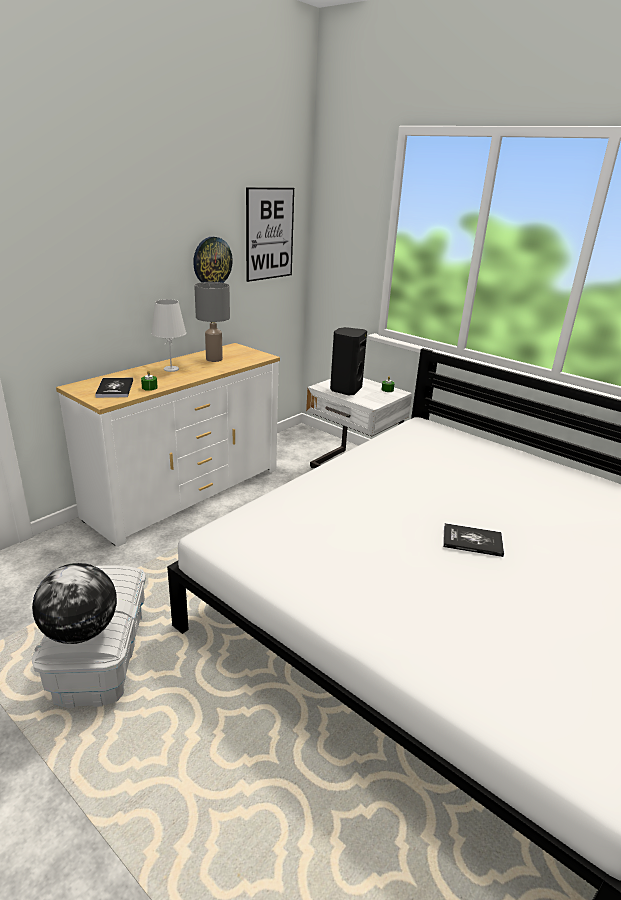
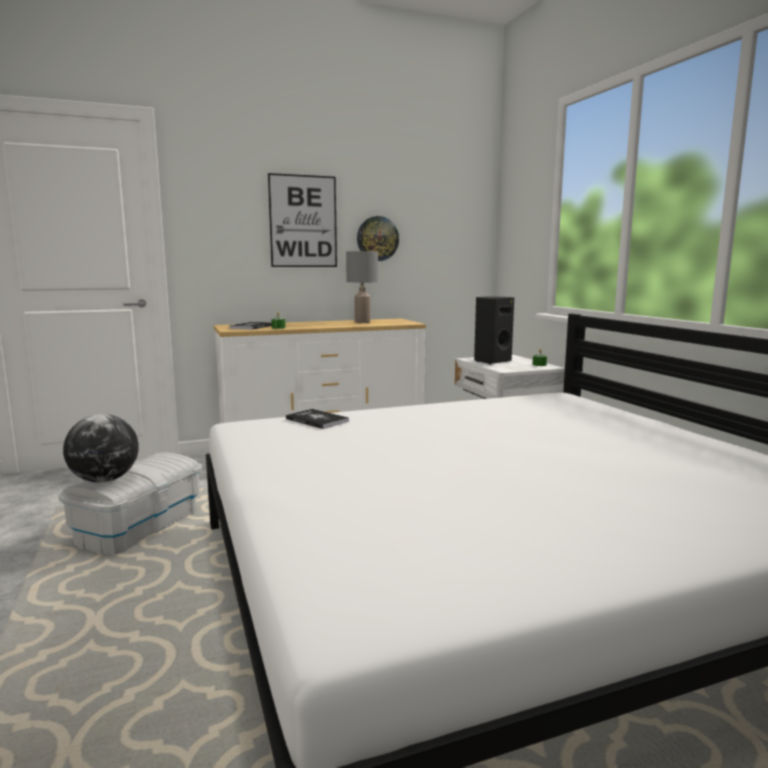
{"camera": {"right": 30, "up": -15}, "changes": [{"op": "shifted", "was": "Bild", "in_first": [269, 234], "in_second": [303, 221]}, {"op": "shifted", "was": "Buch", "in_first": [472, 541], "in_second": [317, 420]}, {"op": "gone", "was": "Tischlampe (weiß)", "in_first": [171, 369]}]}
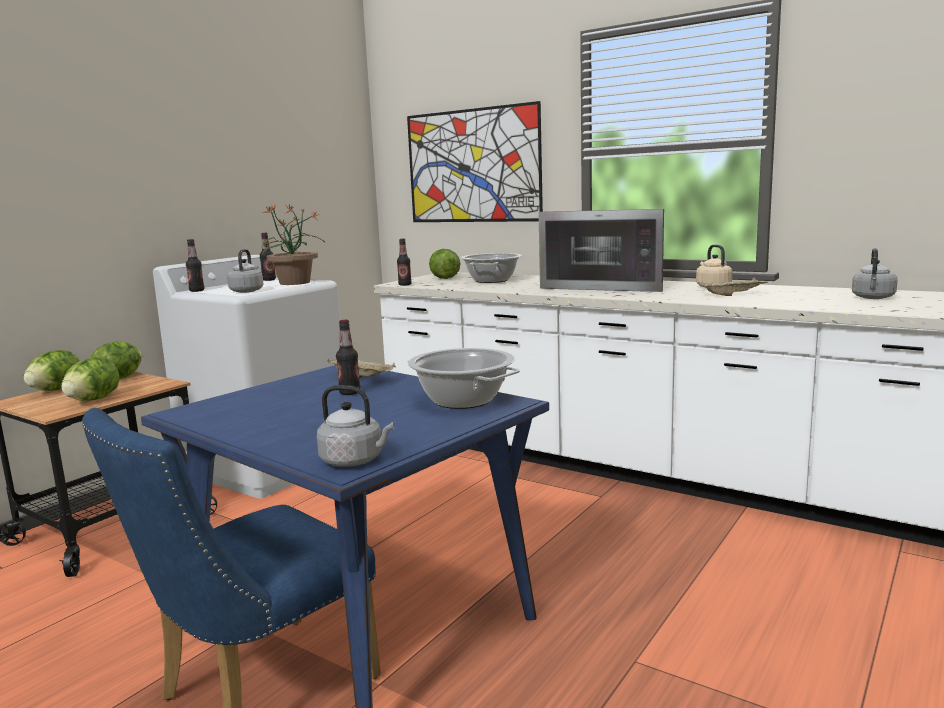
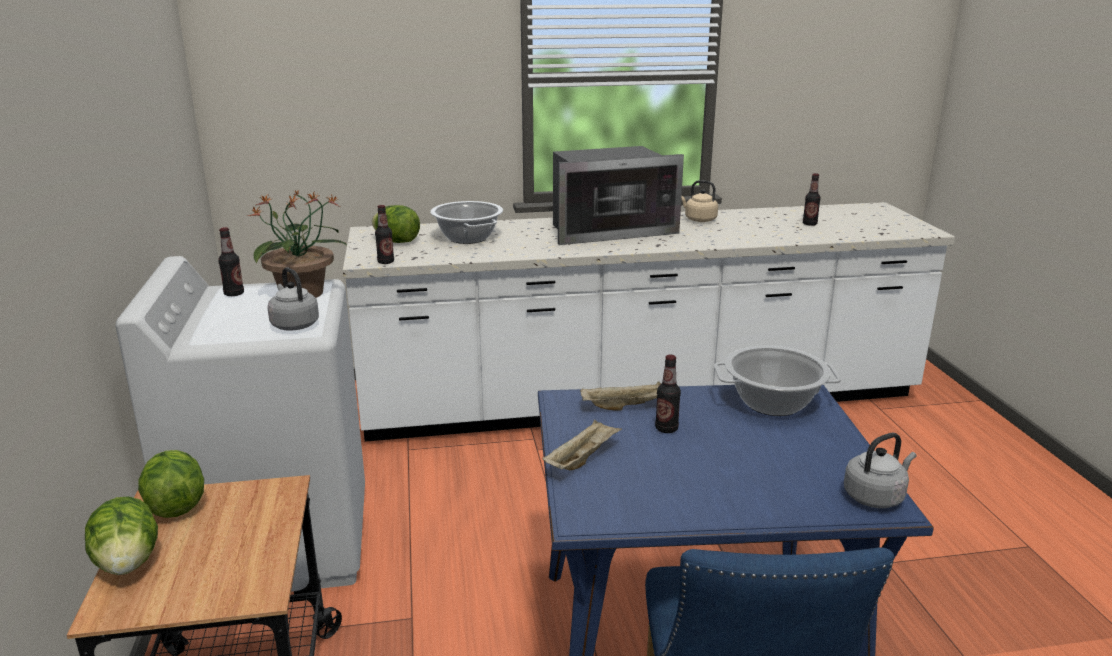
{"camera": {"right": -45, "up": 10}, "changes": [{"op": "shifted", "was": "Tablett (beige)", "in_first": [732, 295], "in_second": [582, 459]}, {"op": "shifted", "was": "Flasche", "in_first": [197, 291], "in_second": [809, 224]}, {"op": "gone", "was": "Salatkopf", "in_first": [93, 400]}, {"op": "gone", "was": "Bild", "in_first": [472, 166]}, {"op": "gone", "was": "Wasserkessel (grau)", "in_first": [873, 298]}]}
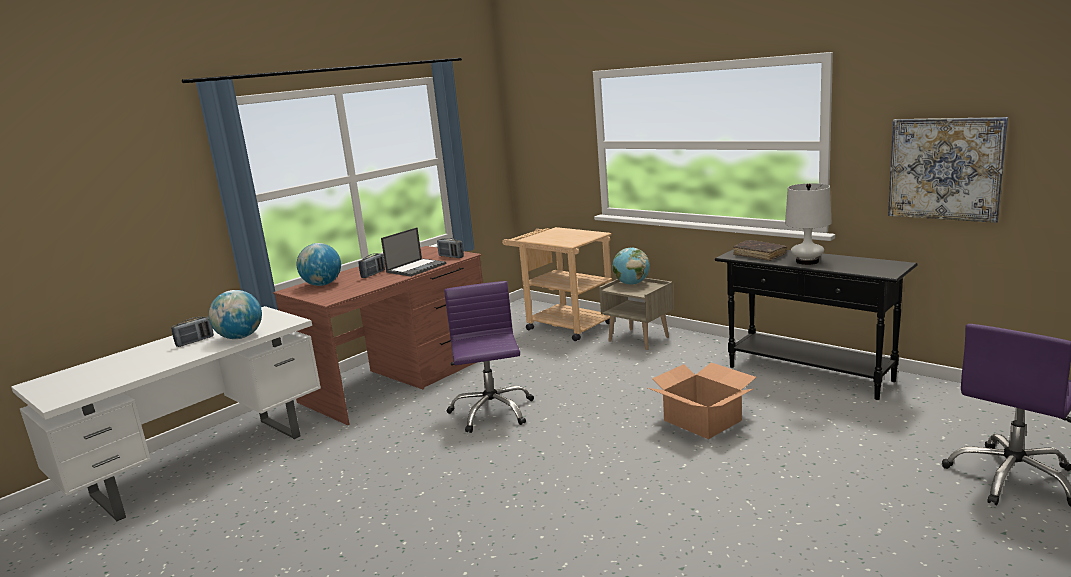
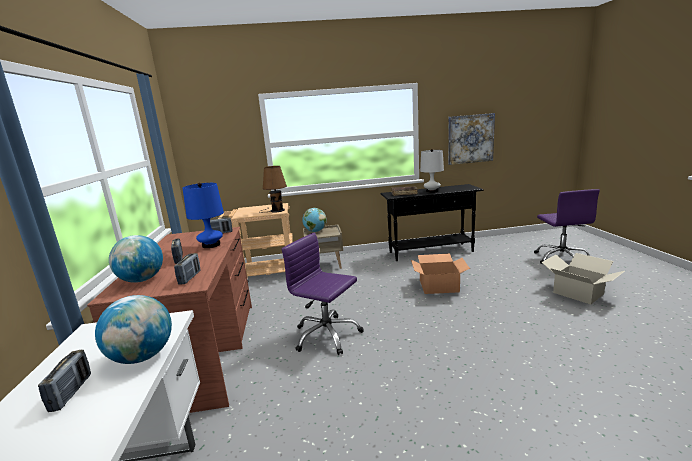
{"camera": {"right": -50, "up": 0}, "changes": [{"op": "new", "now": "Radio", "in_second": [190, 278]}, {"op": "swapped", "was": "Laptop", "now": "Tischlampe (blau)", "in_first": [416, 268], "in_second": [211, 245]}, {"op": "new", "now": "Tischlampe (braun)", "in_second": [276, 210]}, {"op": "new", "now": "Karton", "in_second": [578, 293]}]}
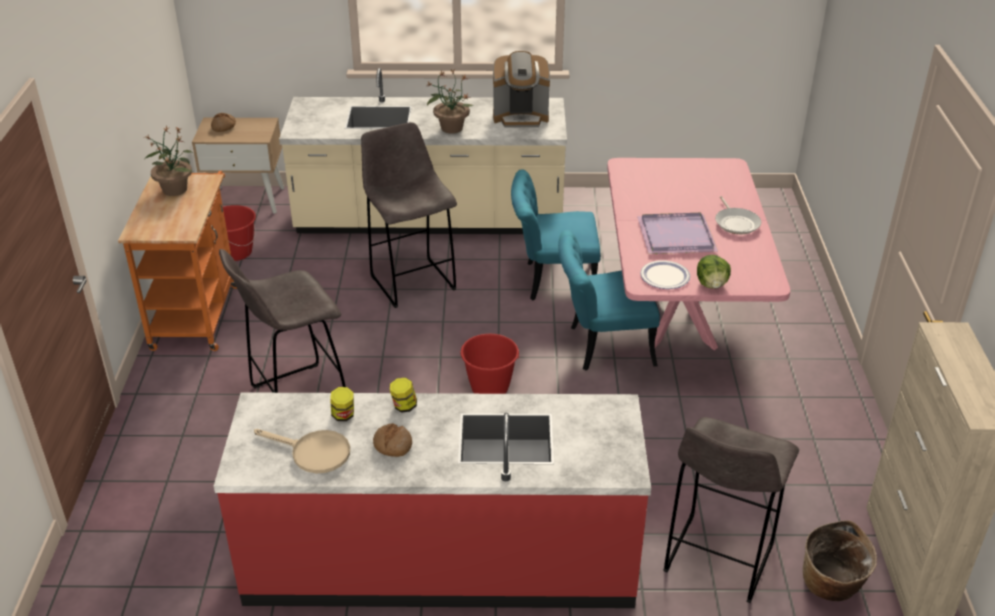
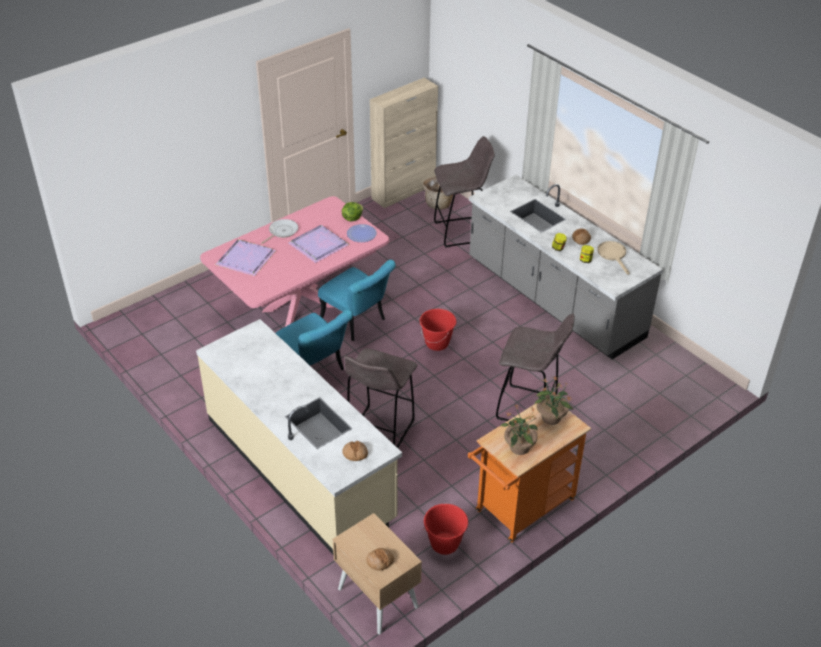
{"camera": {"right": -130, "up": 5}, "changes": [{"op": "new", "now": "Tablett (lila)", "in_second": [244, 259]}, {"op": "new", "now": "Brot", "in_second": [355, 454]}, {"op": "repainted", "was": "Küchenzeile (rot)", "now": "Küchenzeile (grau)", "in_first": [441, 558], "in_second": [553, 299]}, {"op": "shifted", "was": "Topfpflanze", "in_first": [451, 128], "in_second": [551, 418]}, {"op": "gone", "was": "Kaffeemaschine", "in_first": [521, 117]}]}
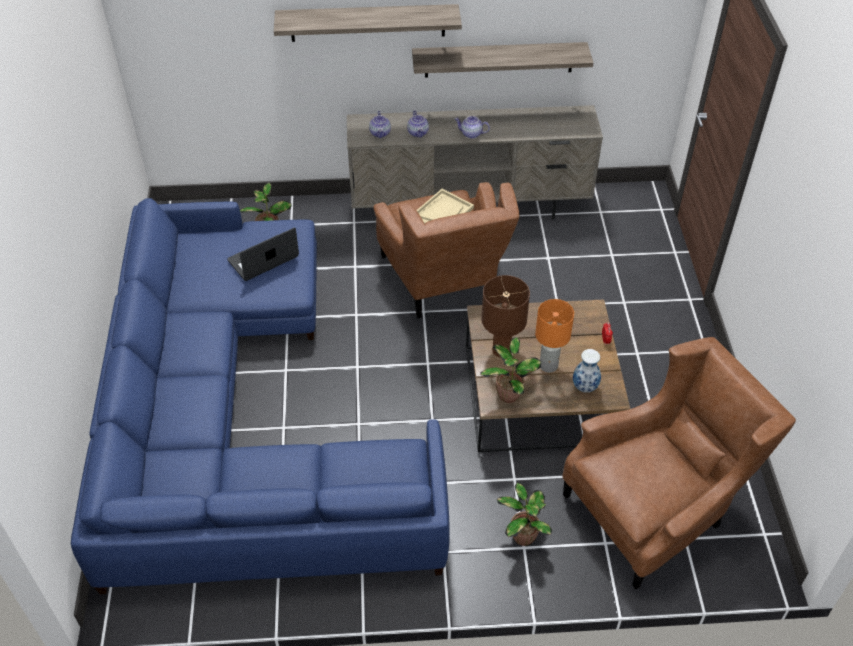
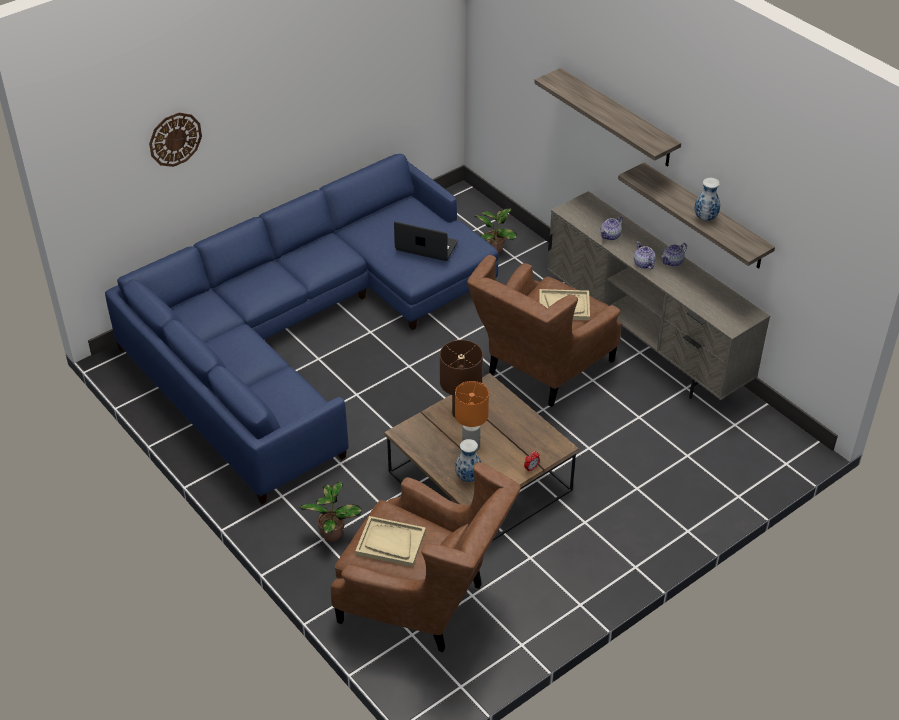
{"camera": {"right": 55, "up": -5}, "changes": [{"op": "new", "now": "Wanduhr", "in_second": [175, 139]}, {"op": "new", "now": "Tablett (beige)", "in_second": [390, 543]}, {"op": "shifted", "was": "Teekanne", "in_first": [380, 133], "in_second": [672, 262]}, {"op": "new", "now": "Vase", "in_second": [705, 218]}, {"op": "gone", "was": "Topfpflanze", "in_first": [508, 393]}]}
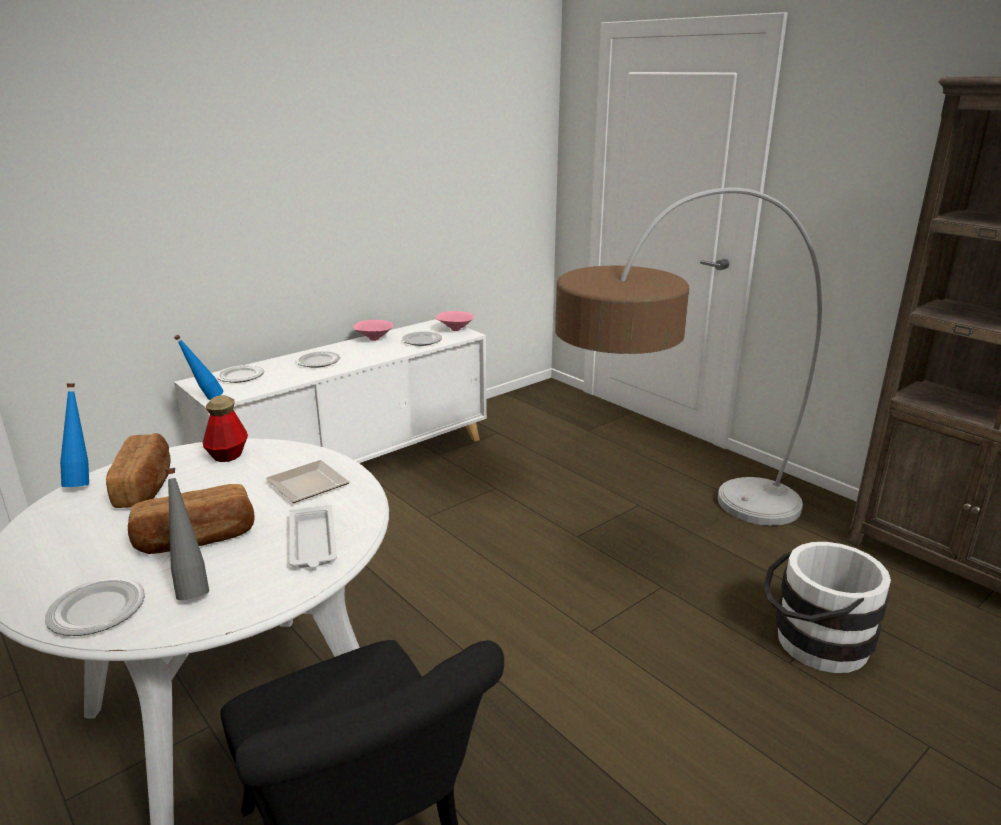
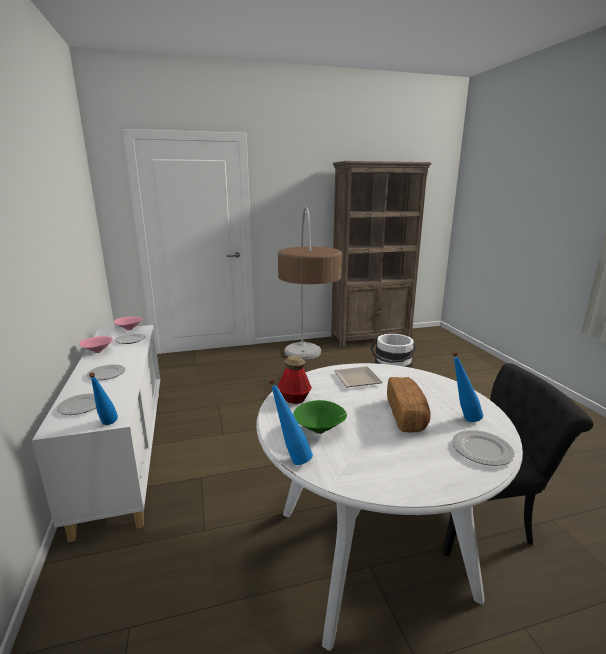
{"camera": {"right": -65, "up": -5}, "changes": [{"op": "swapped", "was": "Brot", "now": "Schüssel (grün)", "in_first": [146, 486], "in_second": [320, 430]}, {"op": "repainted", "was": "Flasche (grau)", "now": "Flasche (blau)", "in_first": [192, 588], "in_second": [462, 419]}, {"op": "gone", "was": "Tablett (weiß)", "in_first": [313, 543]}]}
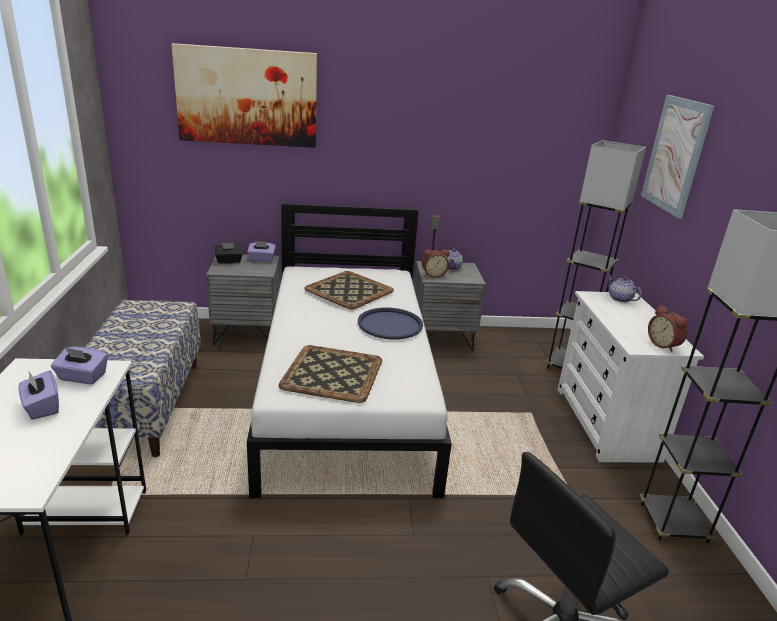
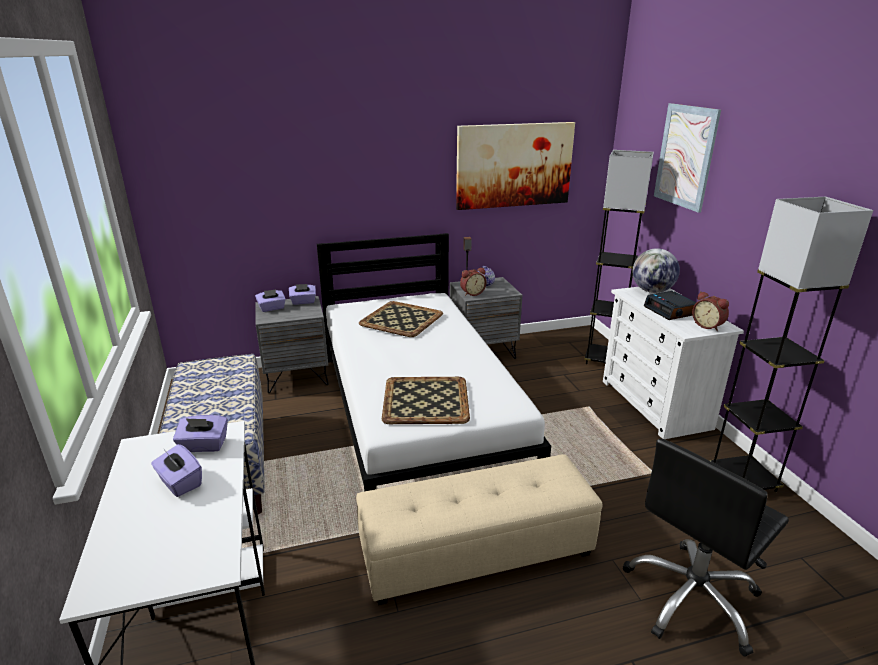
{"camera": {"right": -10, "up": 0}, "changes": [{"op": "repainted", "was": "Taschentuchbox (schwarz)", "now": "Taschentuchbox (lila)", "in_first": [229, 261], "in_second": [272, 308]}, {"op": "new", "now": "Polsterhocker (beige)", "in_second": [476, 550]}, {"op": "shifted", "was": "Bild", "in_first": [247, 97], "in_second": [514, 165]}, {"op": "swapped", "was": "Teekanne", "now": "Globus", "in_first": [620, 299], "in_second": [652, 291]}, {"op": "new", "now": "Wecker", "in_second": [671, 311]}, {"op": "gone", "was": "Tablett (blau)", "in_first": [390, 324]}]}
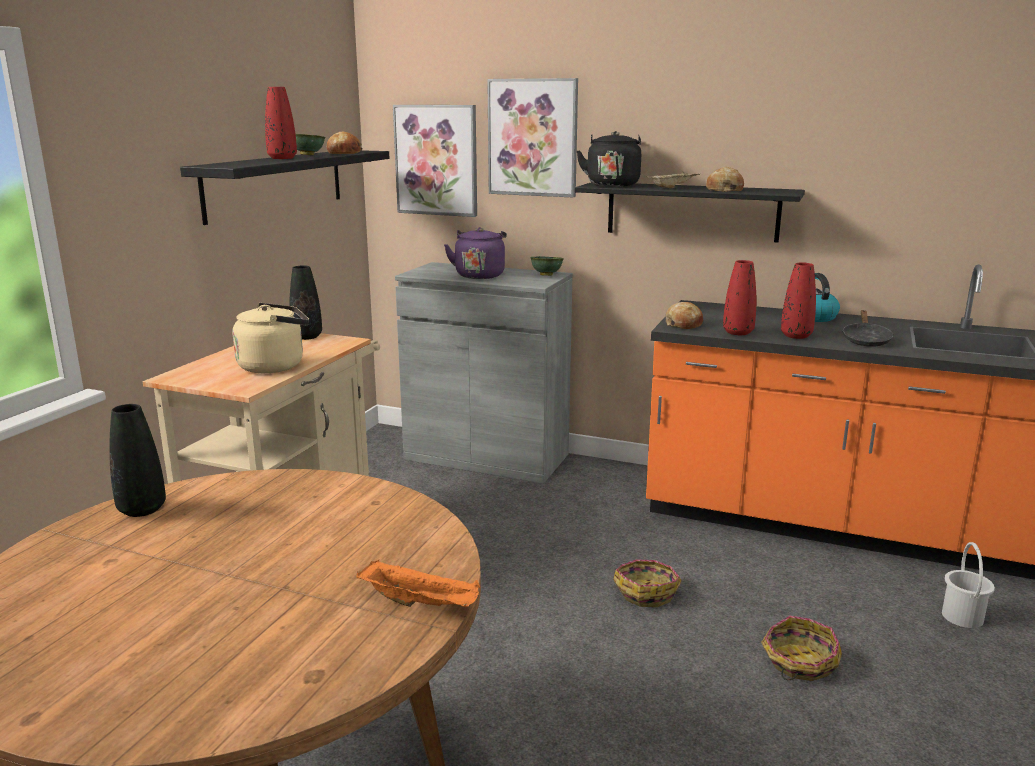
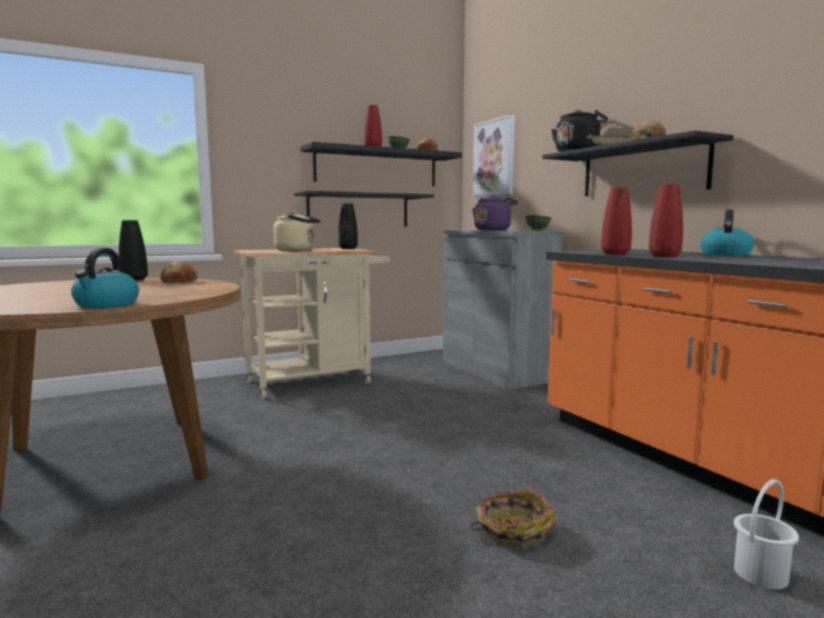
{"camera": {"right": 40, "up": -10}, "changes": [{"op": "swapped", "was": "Tablett (orange)", "now": "Wasserkessel", "in_first": [421, 603], "in_second": [106, 305]}, {"op": "shifted", "was": "Brot", "in_first": [683, 324], "in_second": [179, 281]}, {"op": "new", "now": "Wandregal (schwarz)", "in_second": [358, 210]}, {"op": "gone", "was": "Bild", "in_first": [533, 138]}, {"op": "gone", "was": "Korb", "in_first": [646, 592]}, {"op": "gone", "was": "Pfanne (schwarz)", "in_first": [865, 340]}]}
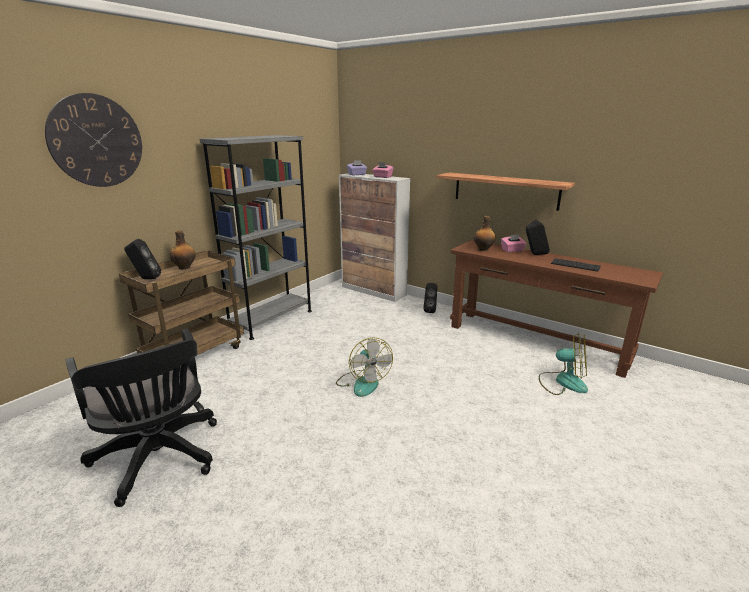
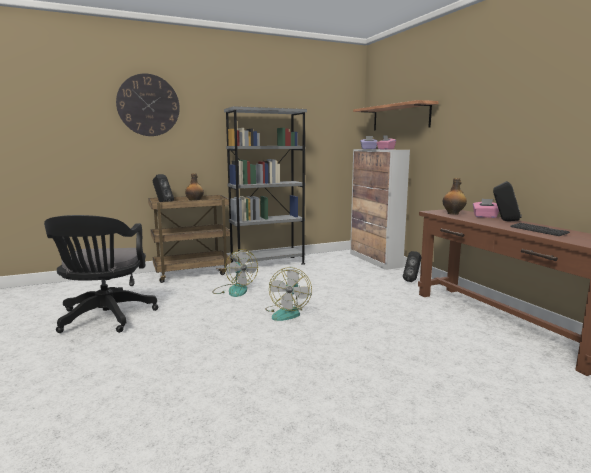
{"camera": {"right": 30, "up": -10}, "changes": [{"op": "shifted", "was": "Ventilator", "in_first": [563, 382], "in_second": [234, 290]}, {"op": "shifted", "was": "Wandregal", "in_first": [505, 190], "in_second": [400, 117]}]}
